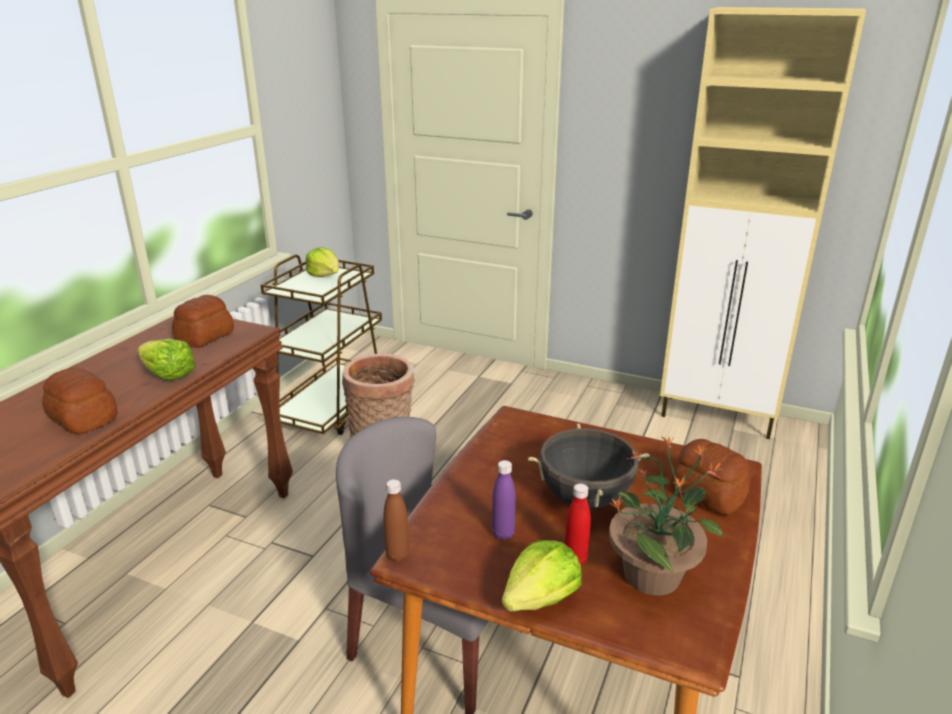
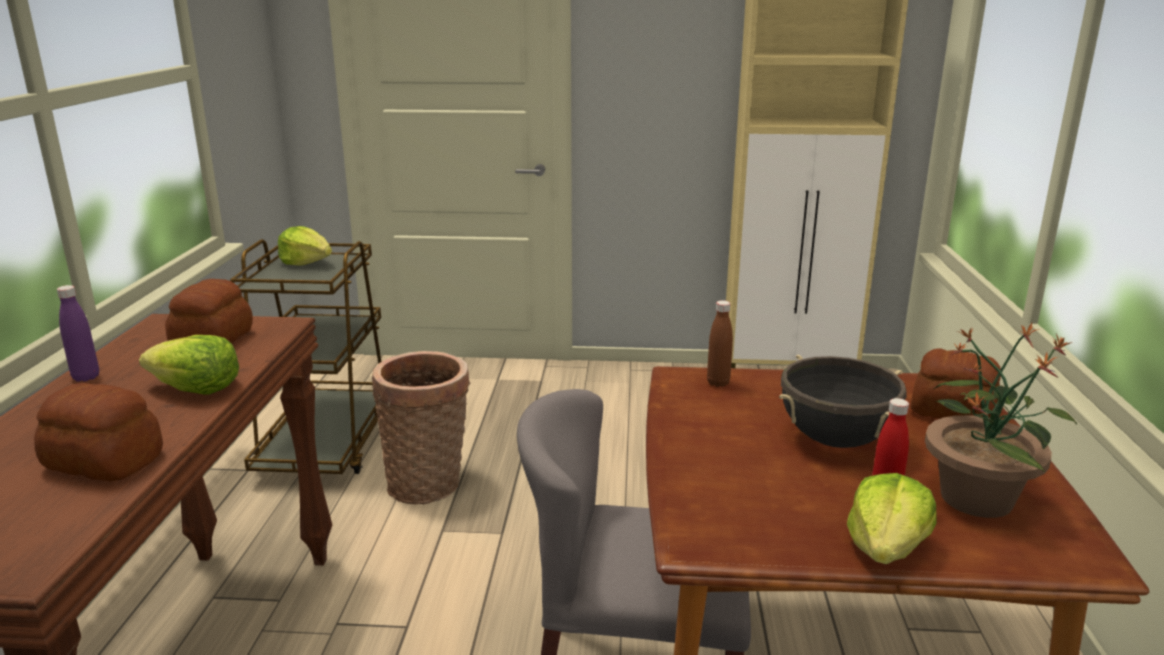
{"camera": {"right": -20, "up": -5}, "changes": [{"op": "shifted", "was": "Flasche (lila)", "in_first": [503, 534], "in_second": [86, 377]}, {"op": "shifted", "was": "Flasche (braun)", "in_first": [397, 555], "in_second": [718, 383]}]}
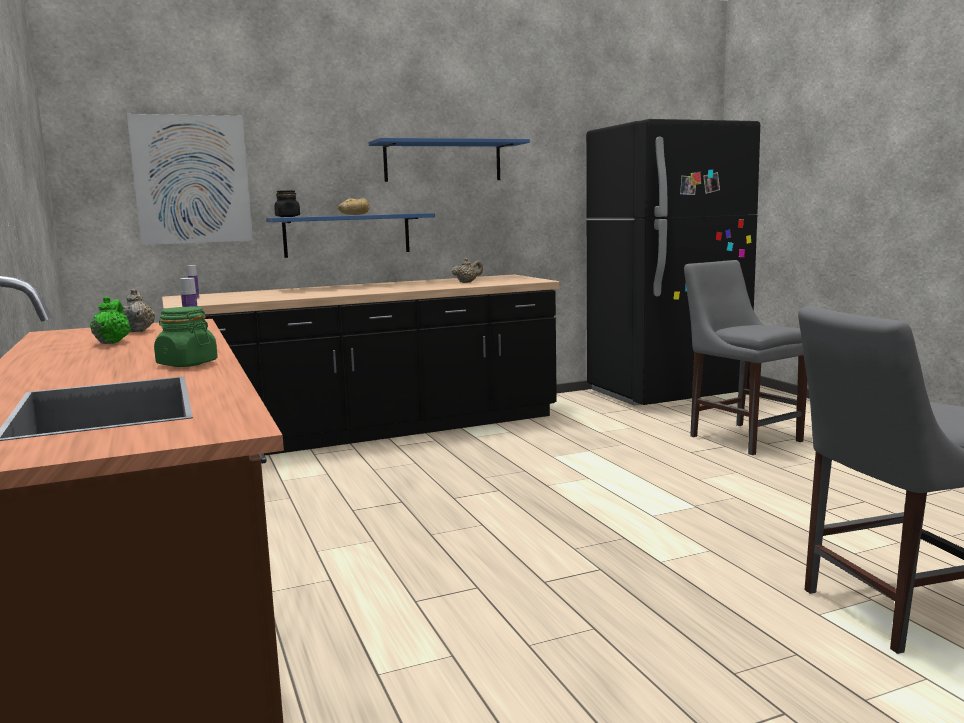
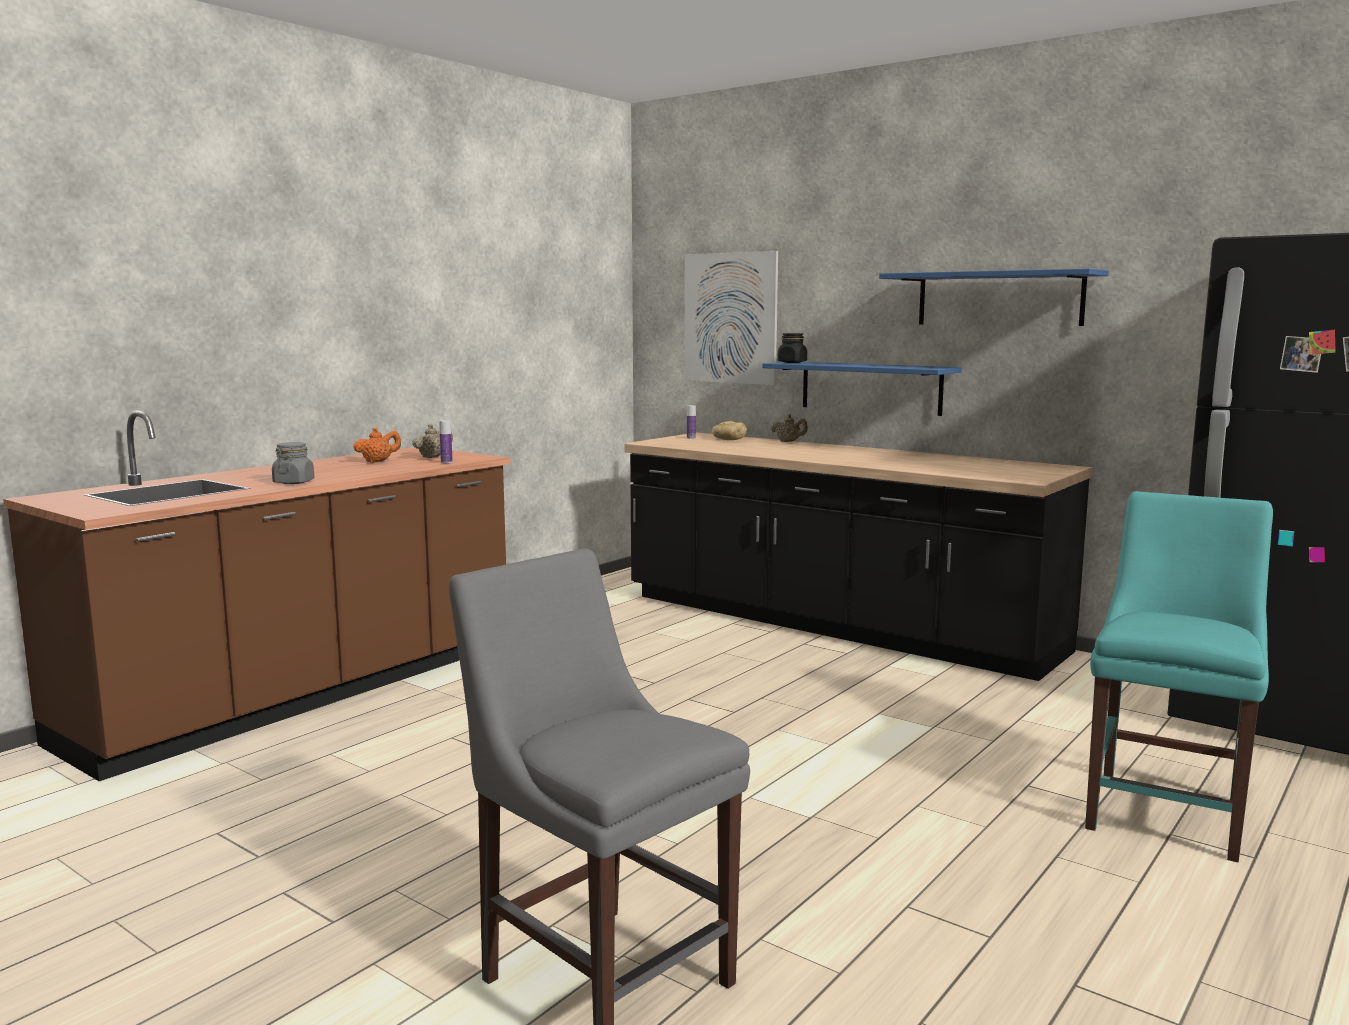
{"camera": {"right": 60, "up": 0}, "changes": [{"op": "repainted", "was": "Vorratsglas (grün)", "now": "Vorratsglas (grau)", "in_first": [187, 364], "in_second": [294, 482]}, {"op": "repainted", "was": "Teekanne (grün)", "now": "Teekanne (orange)", "in_first": [112, 342], "in_second": [378, 462]}, {"op": "shifted", "was": "Brot", "in_first": [354, 215], "in_second": [728, 440]}, {"op": "shifted", "was": "Teekanne (beige)", "in_first": [467, 282], "in_second": [789, 442]}, {"op": "repainted", "was": "Stuhl (grau)", "now": "Stuhl (türkis)", "in_first": [741, 437], "in_second": [1167, 810]}]}
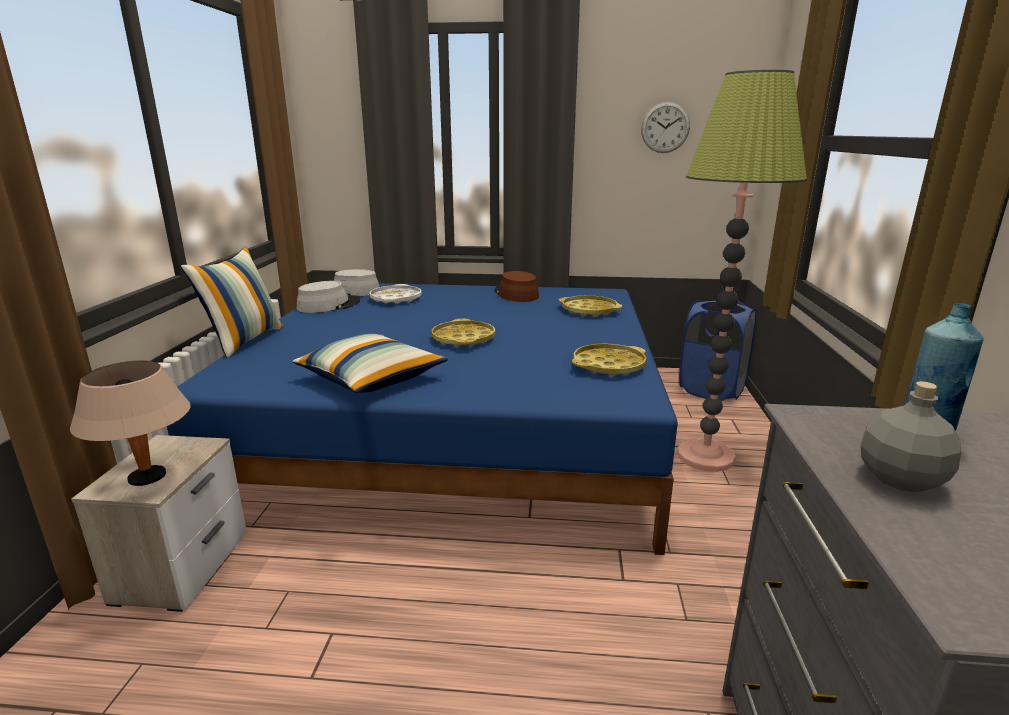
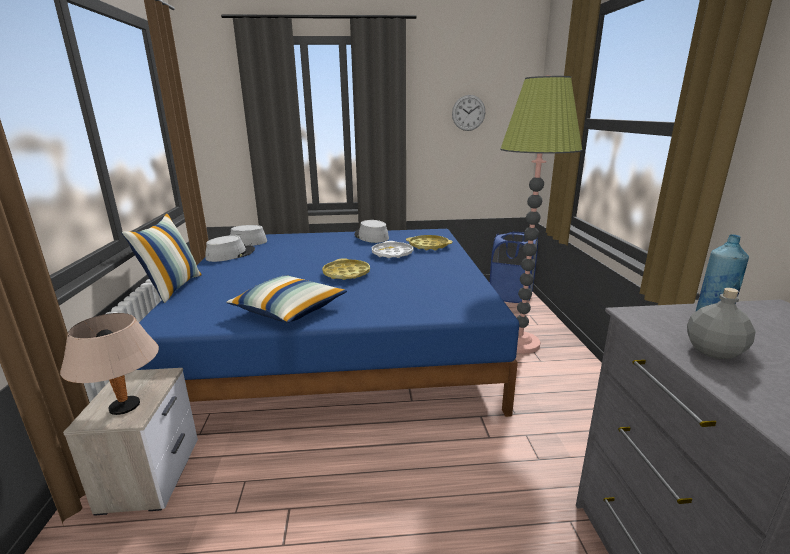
{"camera": {"right": -10, "up": 0}, "changes": [{"op": "repainted", "was": "Hut (braun)", "now": "Hut (grau)", "in_first": [516, 294], "in_second": [371, 237]}, {"op": "shifted", "was": "Tablett (weiß)", "in_first": [396, 299], "in_second": [392, 254]}, {"op": "gone", "was": "Tablett (gelb)", "in_first": [608, 365]}]}
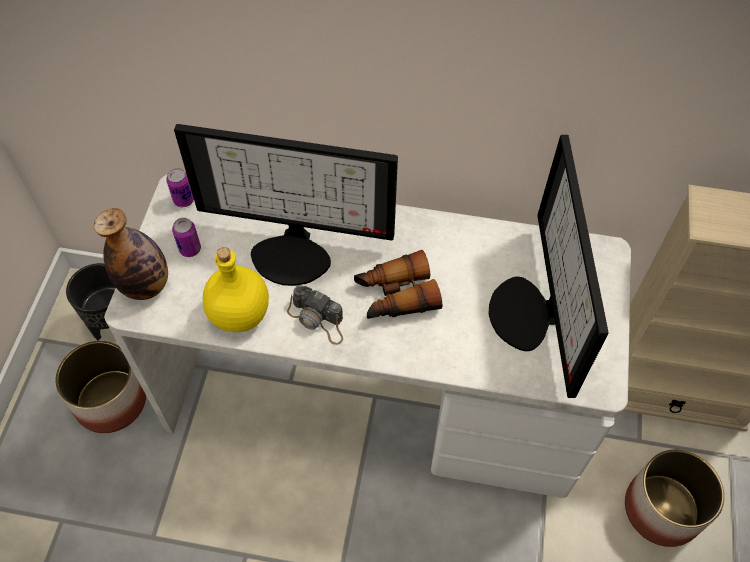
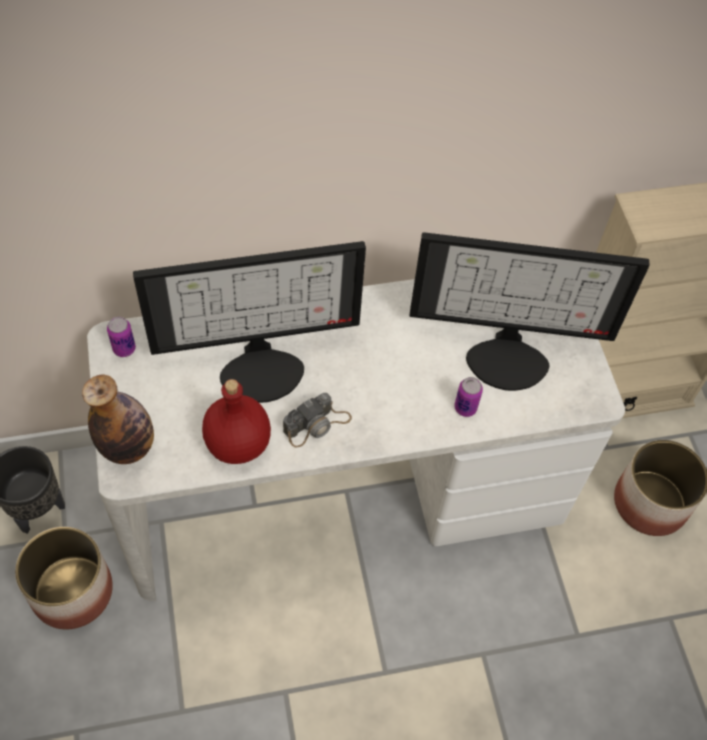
{"camera": {"right": -25, "up": 0}, "changes": [{"op": "repainted", "was": "Flasche (gelb)", "now": "Flasche (rot)", "in_first": [239, 315], "in_second": [238, 445]}, {"op": "rotated", "was": "Kamera", "in_first": [318, 320], "in_second": [317, 424], "clockwise": -45}, {"op": "rotated", "was": "Monitor", "in_first": [529, 314], "in_second": [509, 356], "clockwise": -60}, {"op": "shifted", "was": "Dose", "in_first": [190, 249], "in_second": [465, 408]}, {"op": "gone", "was": "Fernglas", "in_first": [395, 295]}]}
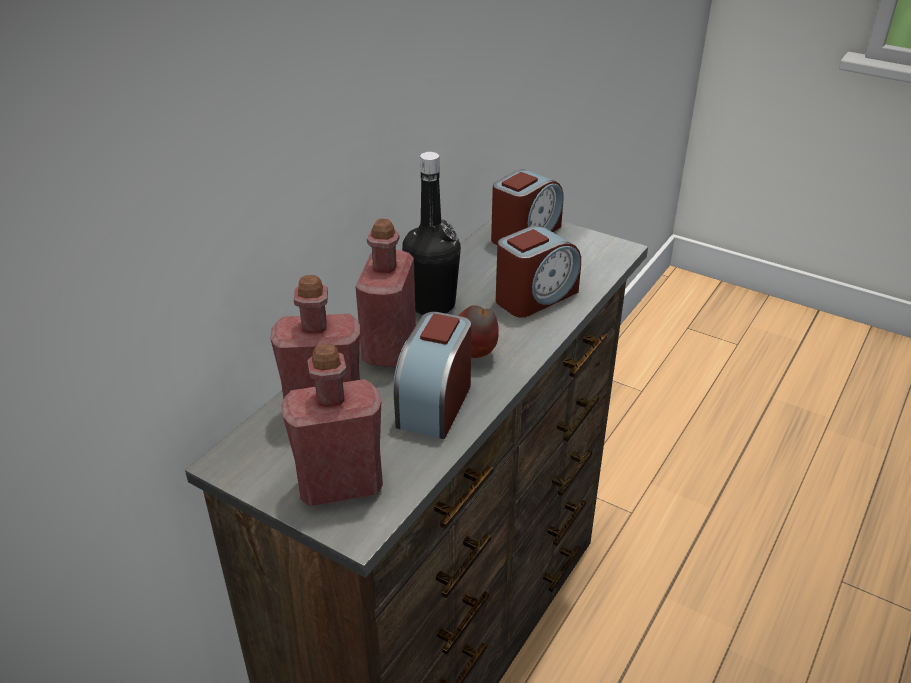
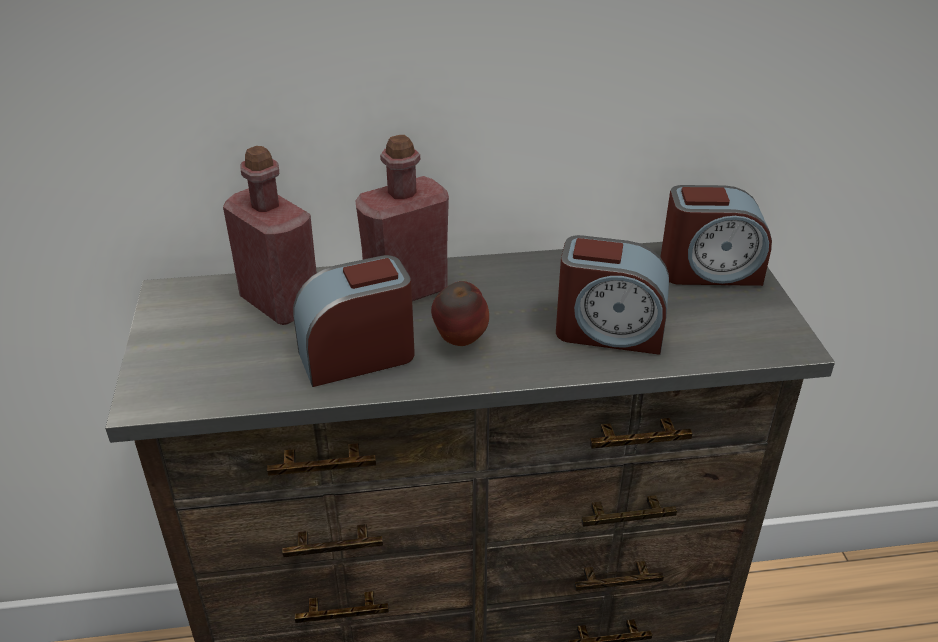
{"camera": {"right": 50, "up": 0}, "changes": [{"op": "gone", "was": "Flasche (rot)", "in_first": [340, 485]}, {"op": "gone", "was": "Flasche (schwarz)", "in_first": [432, 304]}]}
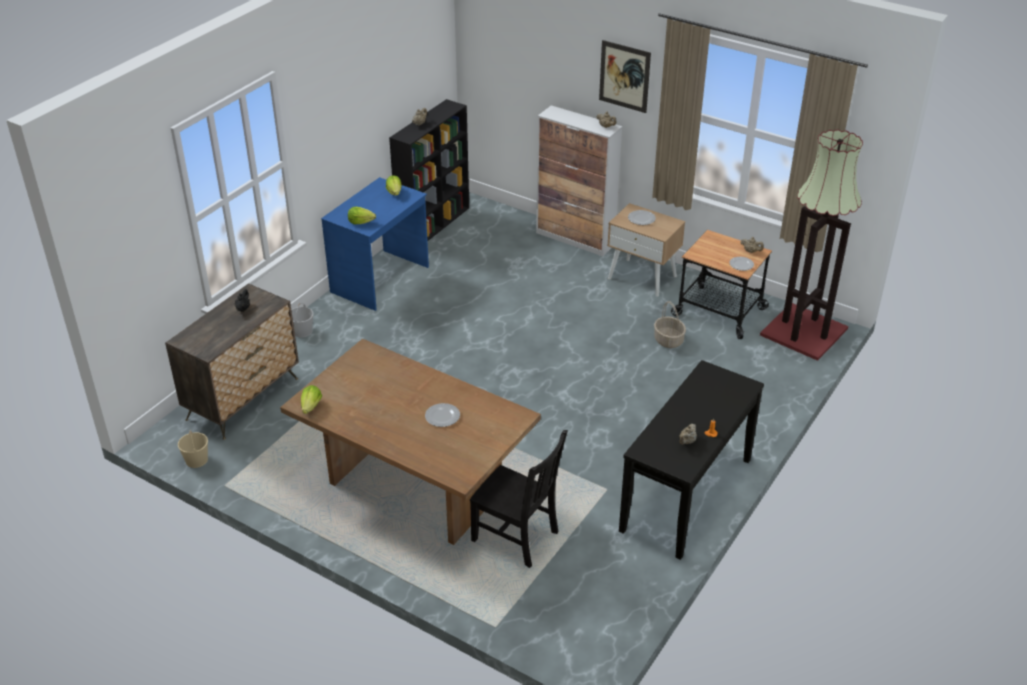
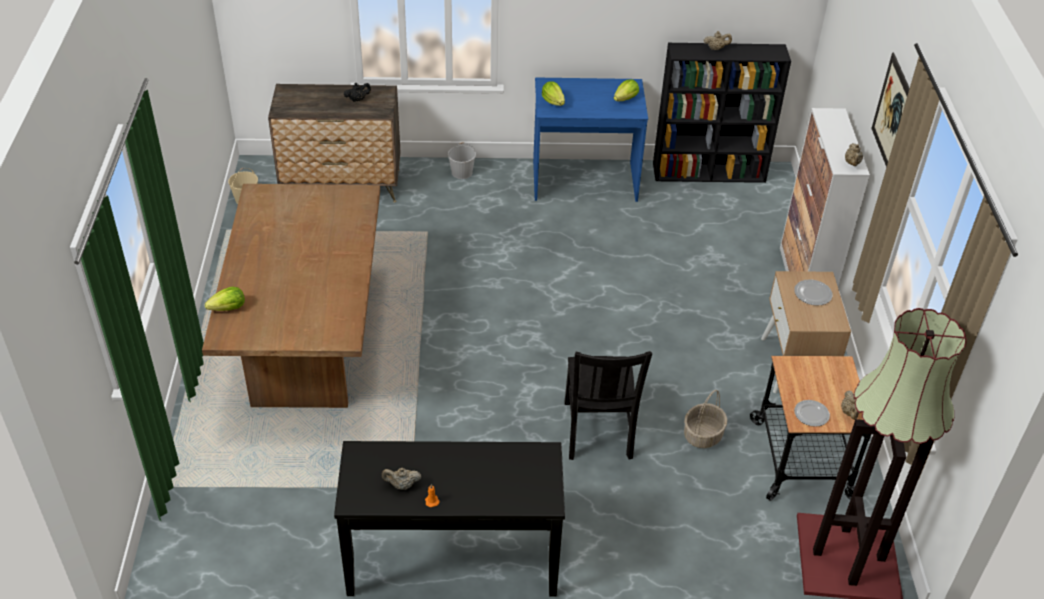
{"camera": {"right": 55, "up": 5}, "changes": [{"op": "shifted", "was": "Salatkopf", "in_first": [311, 407], "in_second": [228, 308]}, {"op": "shifted", "was": "Stuhl (schwarz)", "in_first": [517, 537], "in_second": [597, 432]}, {"op": "gone", "was": "Teller", "in_first": [442, 416]}]}
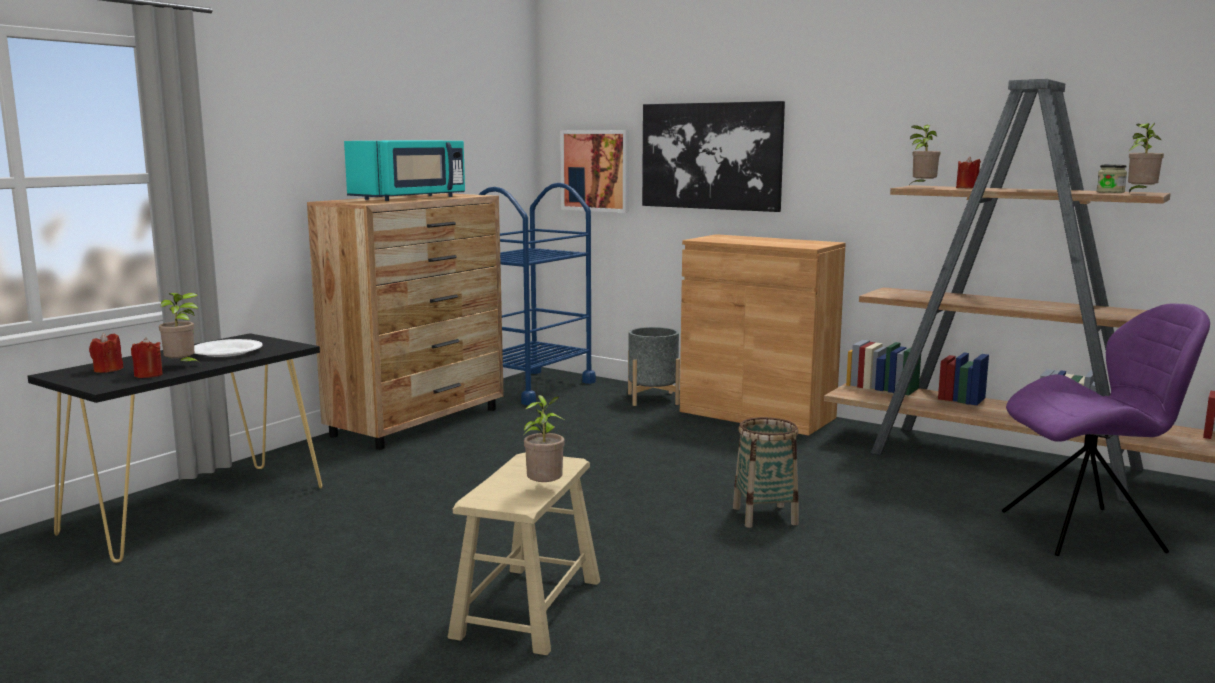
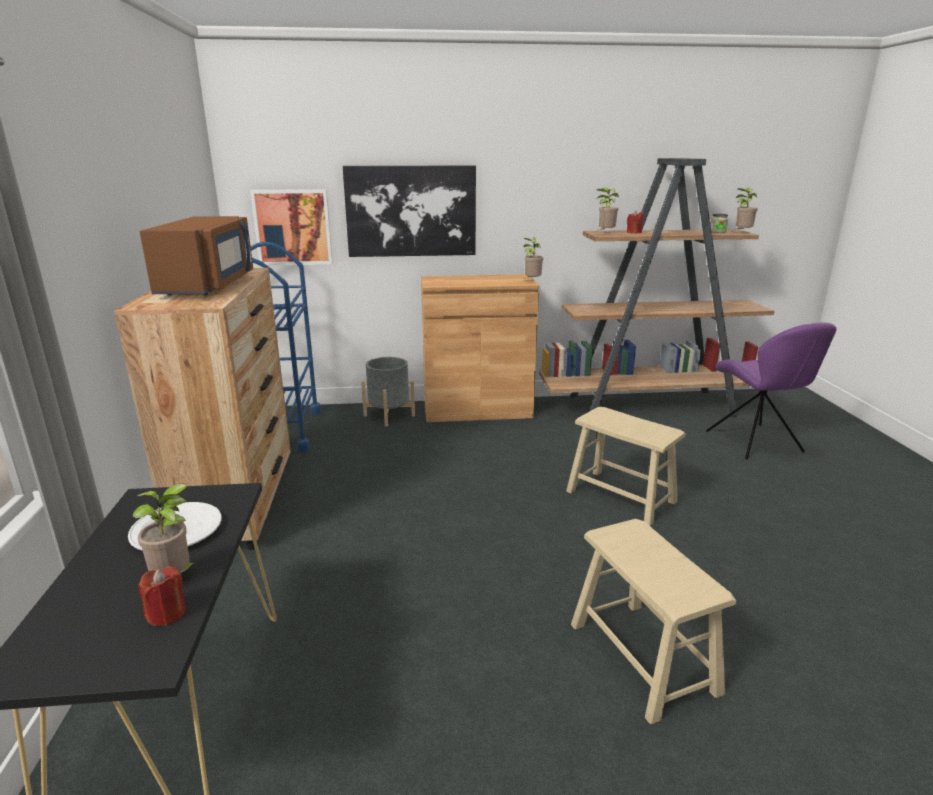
{"camera": {"right": -40, "up": 10}, "changes": [{"op": "repainted", "was": "Mikrowelle (türkis)", "now": "Mikrowelle (braun)", "in_first": [411, 198], "in_second": [209, 285]}, {"op": "shifted", "was": "Topfpflanze", "in_first": [545, 489], "in_second": [532, 281]}, {"op": "swapped", "was": "Korb", "now": "Hocker (beige)", "in_first": [764, 516], "in_second": [621, 496]}, {"op": "rotated", "was": "Stuhl (lila)", "in_first": [1087, 531], "in_second": [755, 443], "clockwise": 120}, {"op": "gone", "was": "Kerze (rot)", "in_first": [108, 370]}]}
